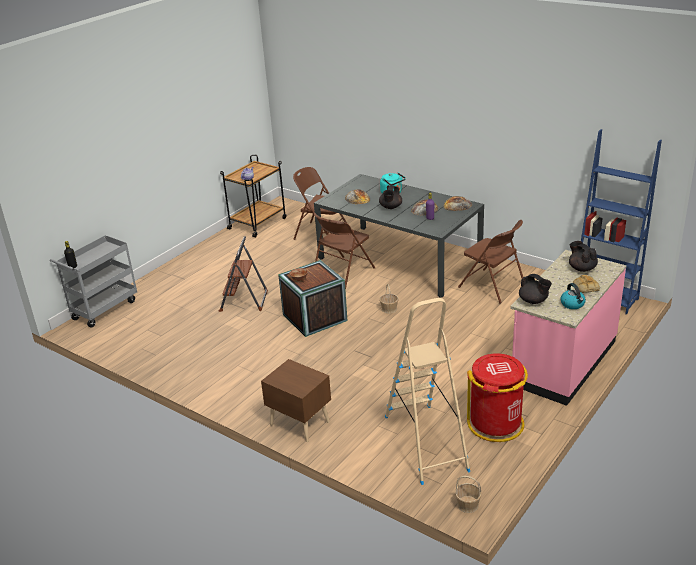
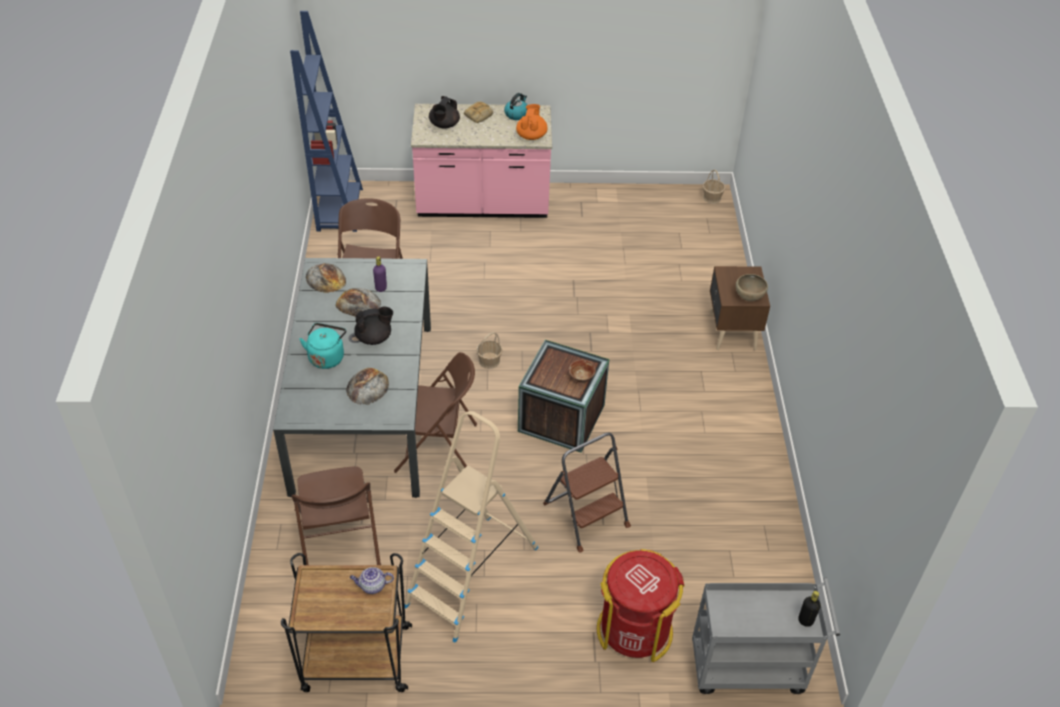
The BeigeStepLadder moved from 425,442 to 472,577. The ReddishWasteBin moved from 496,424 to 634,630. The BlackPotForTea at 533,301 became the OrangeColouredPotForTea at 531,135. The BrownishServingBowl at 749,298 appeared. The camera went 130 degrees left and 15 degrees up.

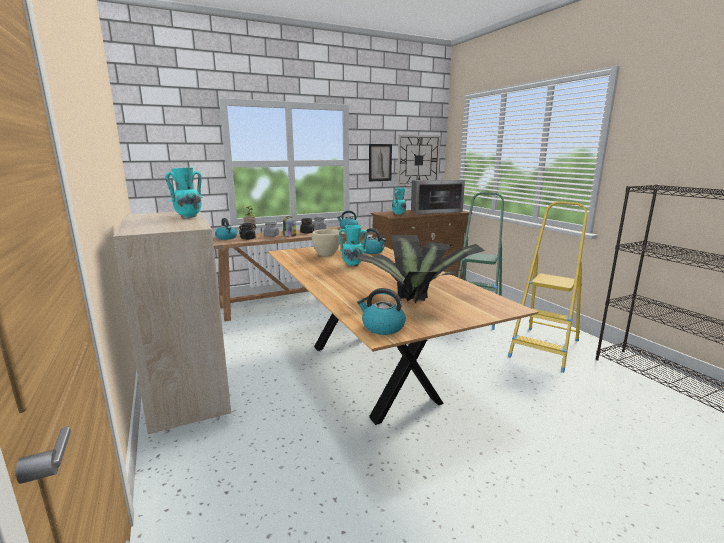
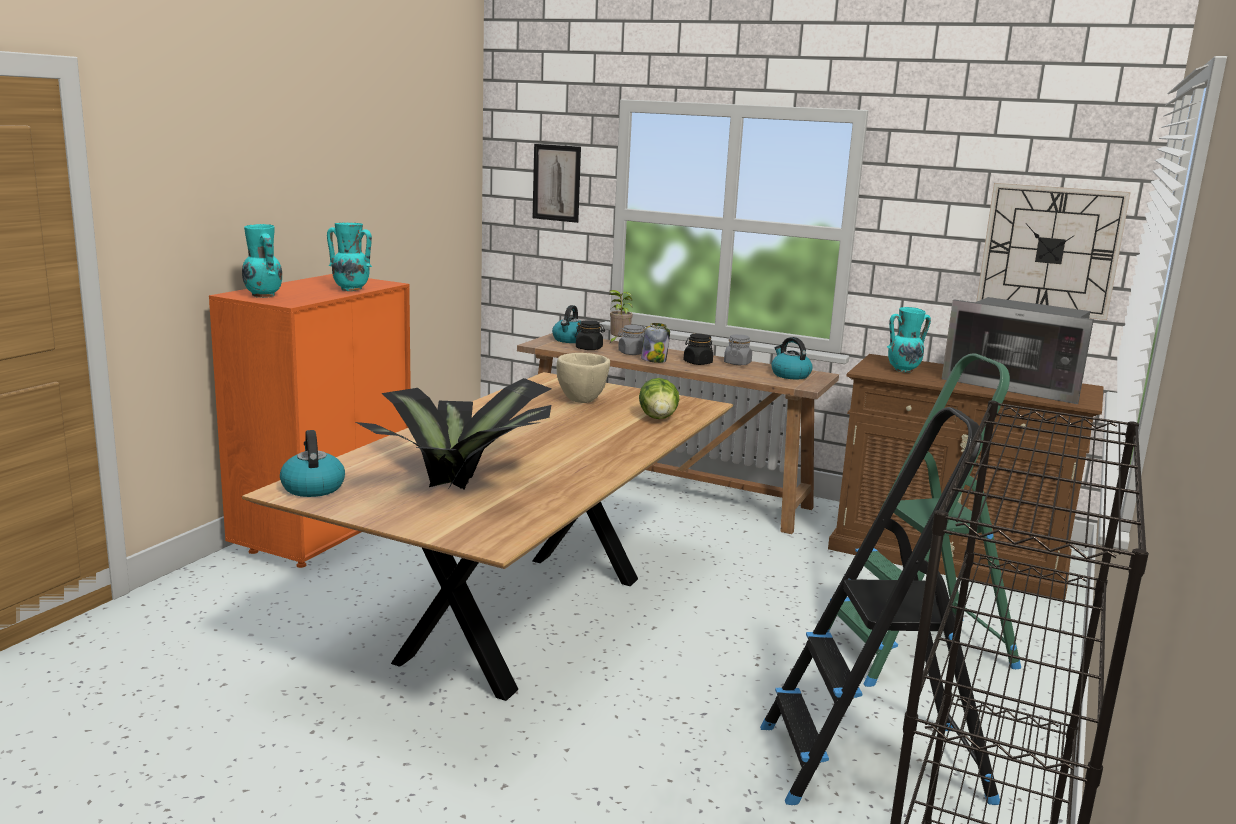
The BeigeCabinet at 187,397 became the OrangeColouredCabinet at 323,534. The TurquoiseFlowerVase moved from 353,265 to 263,296. The Kettle at 372,251 was replaced by the Lettuce at 658,418. The WallPicture moved from 380,162 to 556,183. The YellowStepLadder at 544,348 became the BlackStepLadder at 871,763. The camera went 50 degrees right and 0 degrees up.

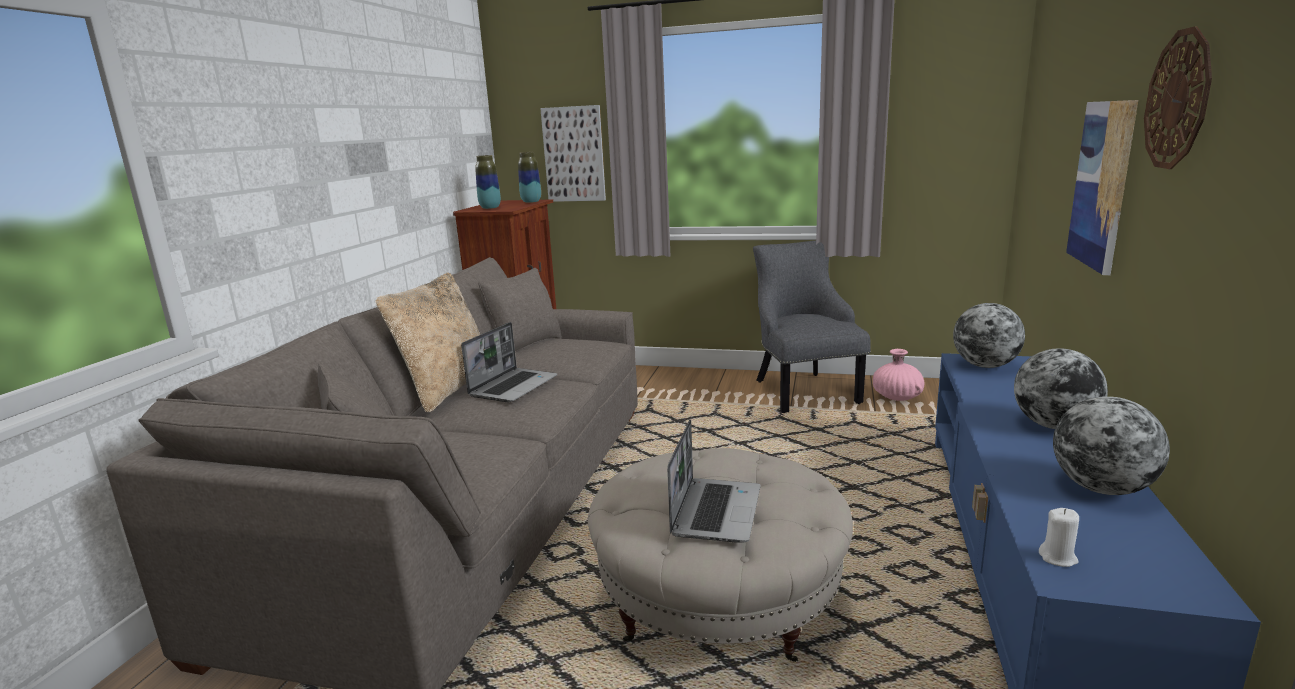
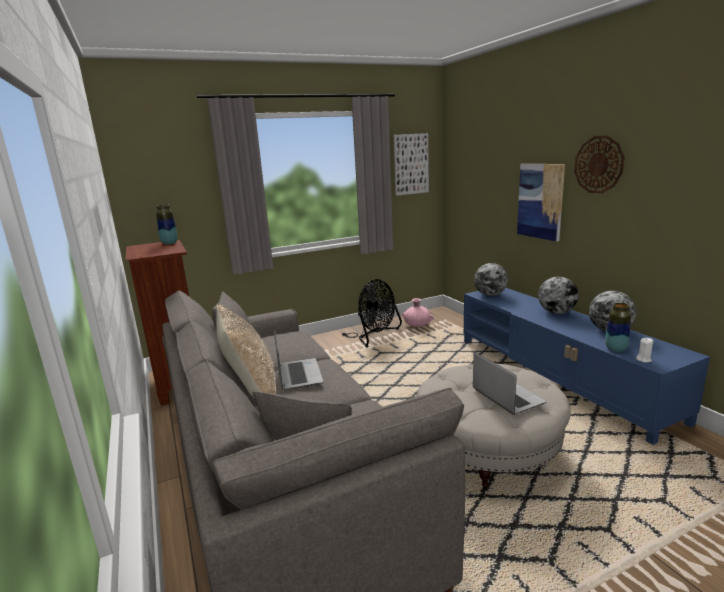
The FlowerVase moved from 490,208 to 615,349. The WallPicture moved from 574,154 to 411,164. The GrayArmchair at 805,393 was replaced by the BlackCoolingFan at 373,336. The camera went 40 degrees left and 0 degrees up.

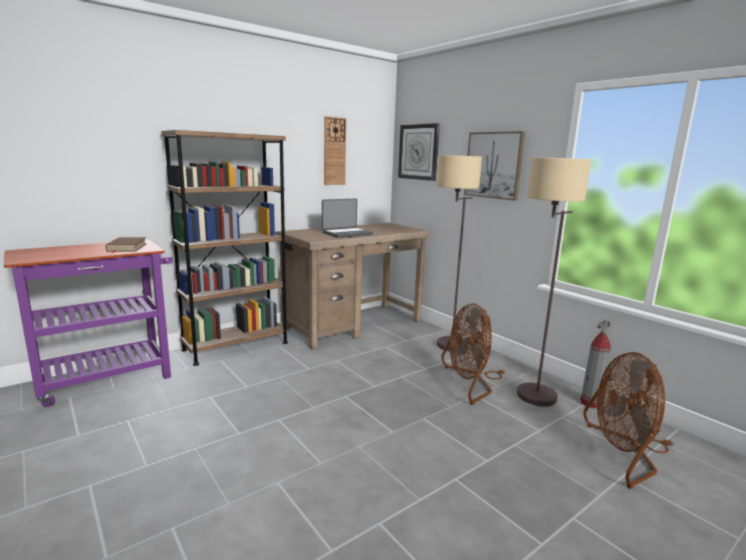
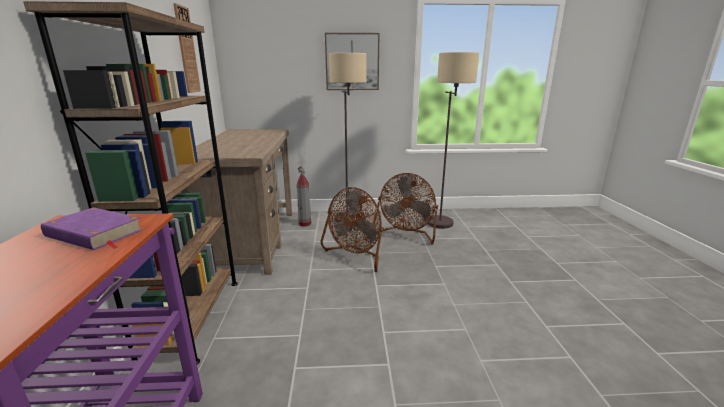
The BrownishVolume at 127,247 became the PurpleVolume at 94,234. The Laptop at 346,233 disappeared. The WallClock at 419,152 disappeared. The FireExtinguisher moved from 590,403 to 305,223. The BrownishCoolingFan moved from 626,453 to 356,254. The camera went 55 degrees left and 5 degrees up.

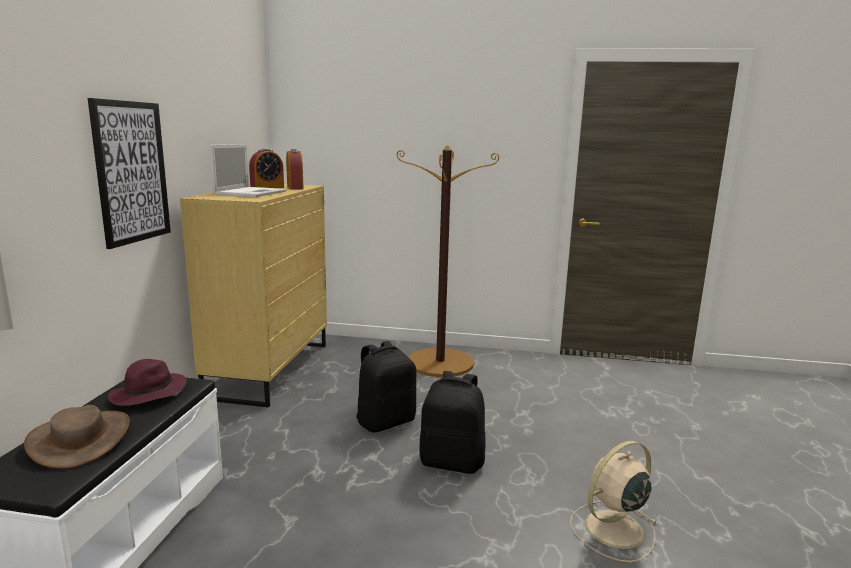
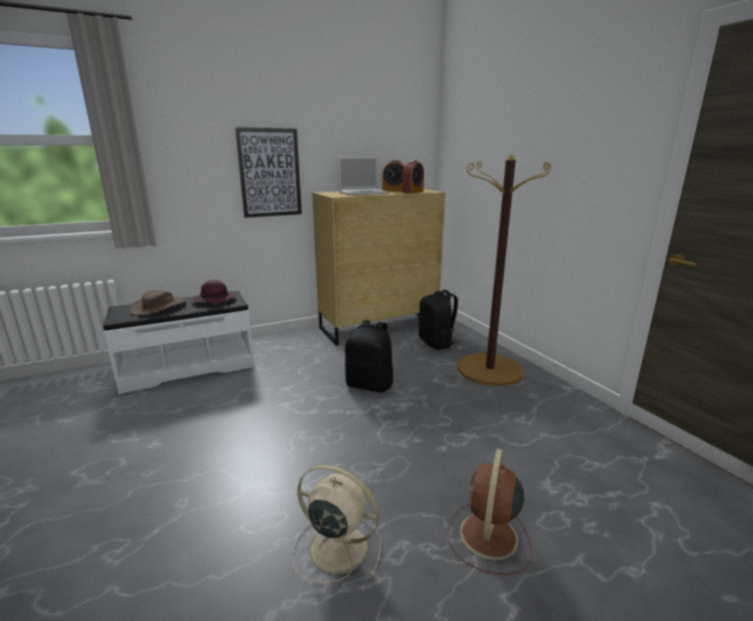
The BlackRucksack moved from 452,462 to 437,343. The BrownishCoolingFan at 488,538 appeared. The camera went 55 degrees right and 5 degrees up.

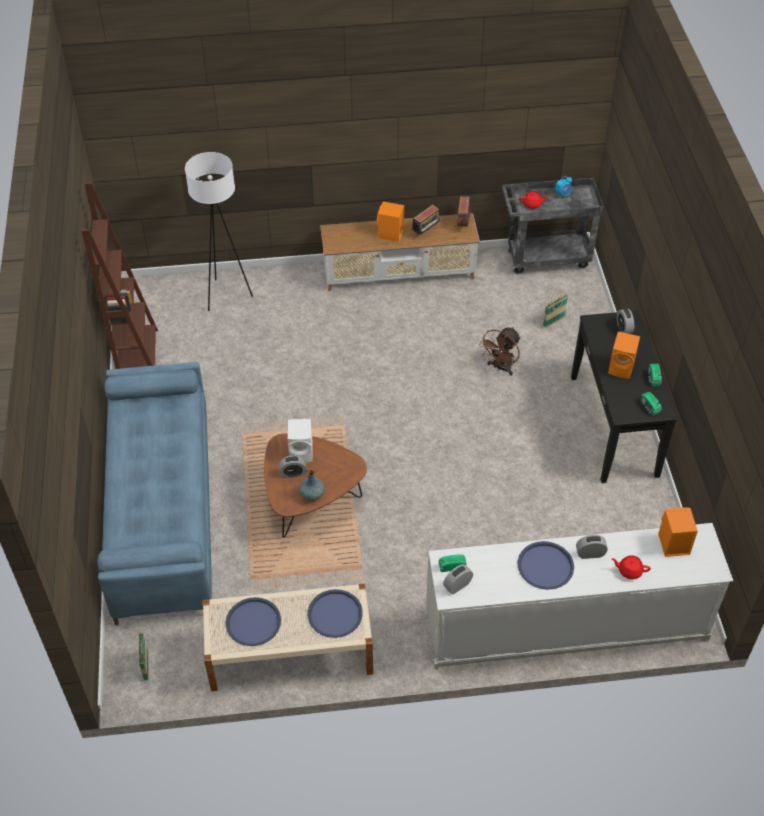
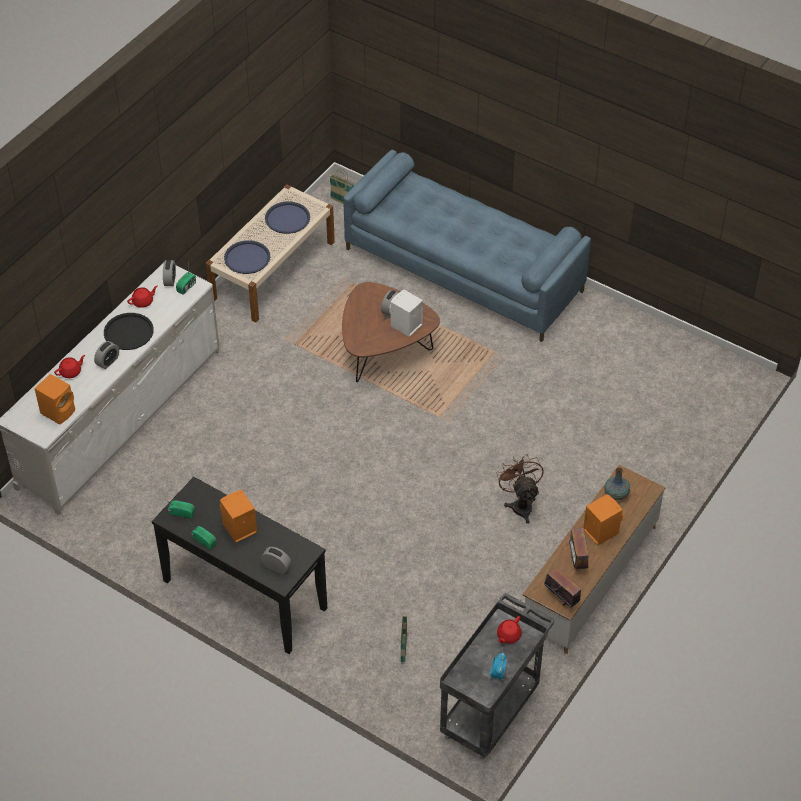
The BrownishShelvingUnit at 138,355 disappeared. The WhiteColouredStandardLamp at 226,295 disappeared. The FlowerVase moved from 312,495 to 616,494. The BrownishCoolingFan moved from 500,368 to 520,504. The BlueColouredTray at 545,566 became the BlackTray at 128,332. The ReddishPotForTea at 143,302 appeared. The camera went 130 degrees right and 0 degrees up.

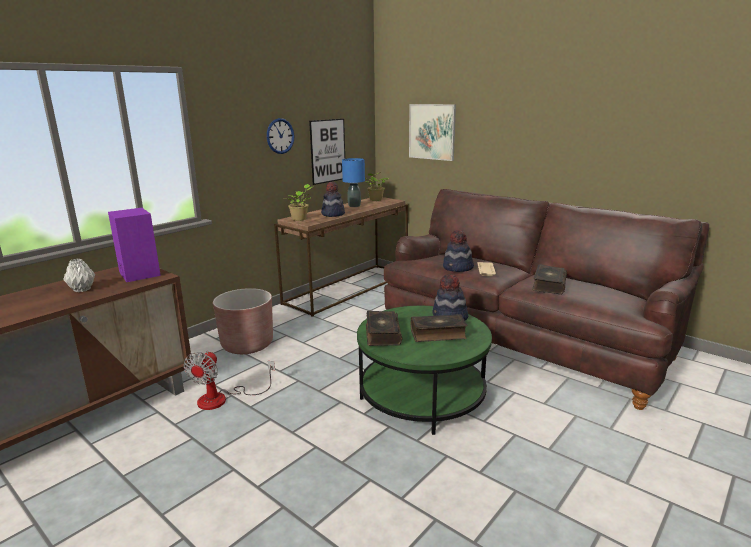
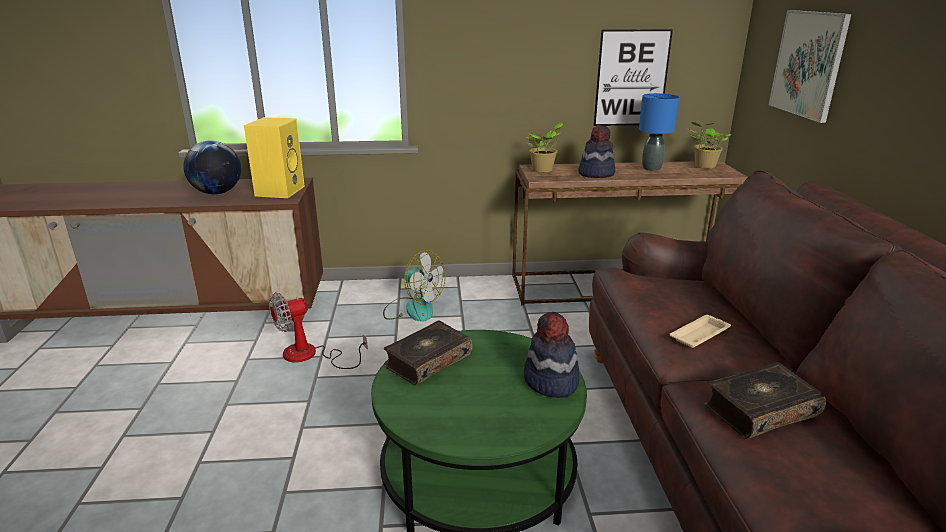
The GrayFlowerVase at 82,290 was replaced by the DeskGlobe at 217,193. The PurpleLoudspeaker at 138,274 became the YellowLoudspeaker at 279,190. The BrownishFlowerPot at 247,345 was replaced by the CoolingFan at 413,309. The WallClock at 280,136 disappeared. The Volume at 438,334 disappeared. The WearableHat at 458,268 disappeared. The camera went 45 degrees right and 5 degrees up.

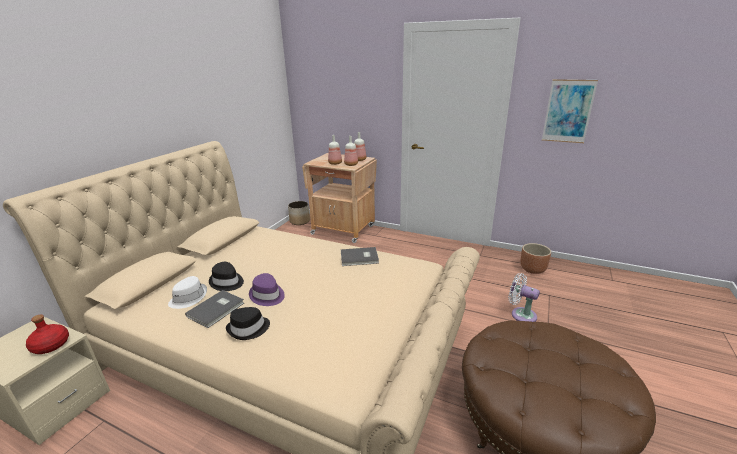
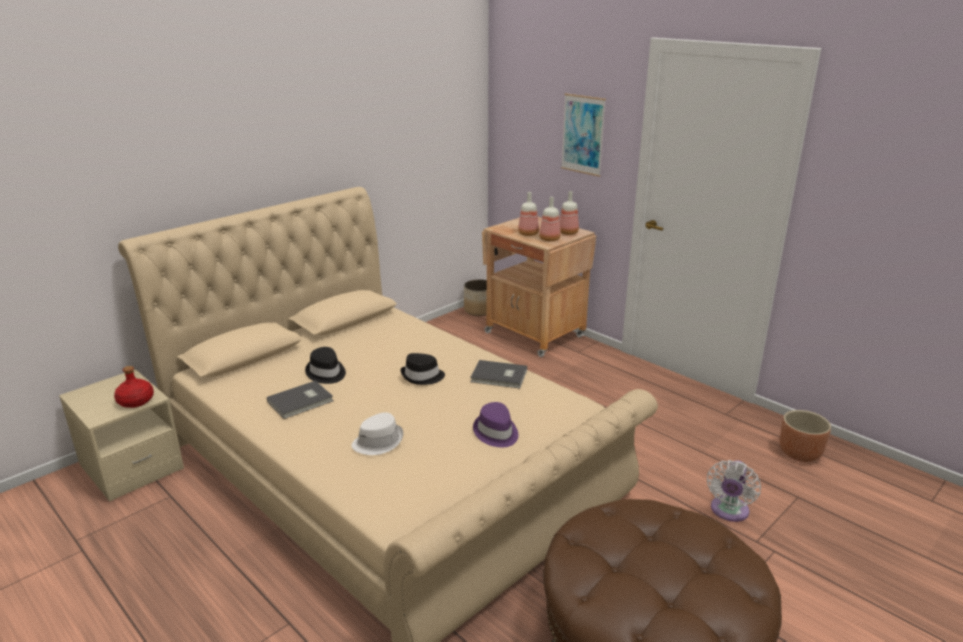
The WhiteColouredWearableHat moved from 188,298 to 378,441. The BlackWearableHat moved from 248,329 to 422,376. The PurpleWearableHat moved from 267,295 to 496,433. The WhiteColouredCoolingFan at 521,314 turned 120 degrees counterclockwise. The WallPicture moved from 568,111 to 583,134. The camera went 20 degrees right and 0 degrees up.

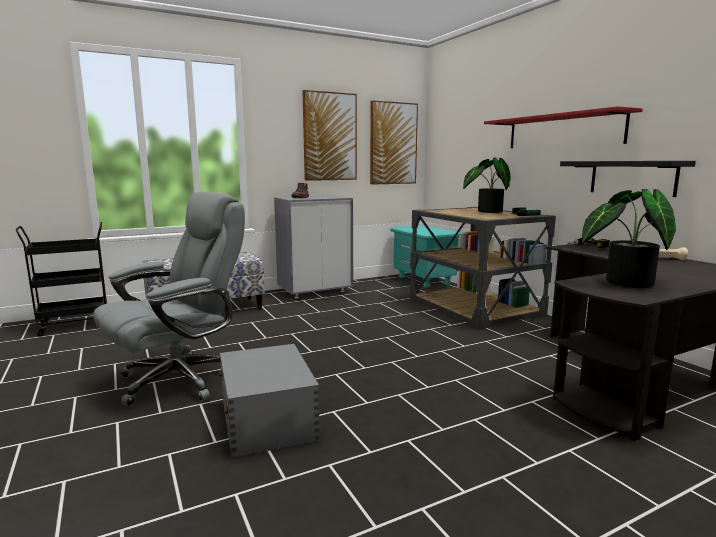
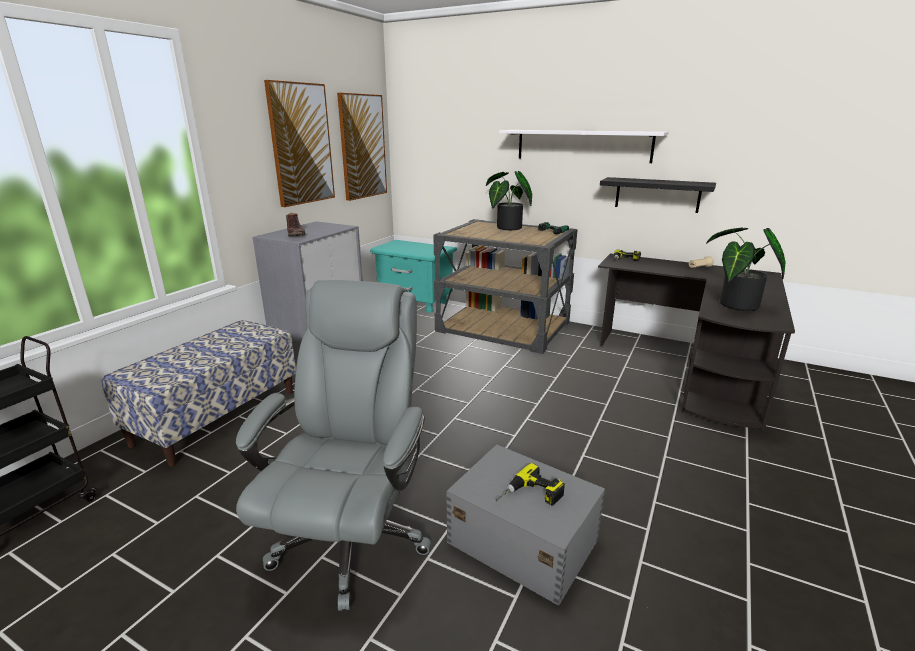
The ReddishShelf at 563,131 became the WhiteColouredShelf at 583,145. The PowerDrill at 530,496 appeared. The camera went 35 degrees left and 10 degrees up.

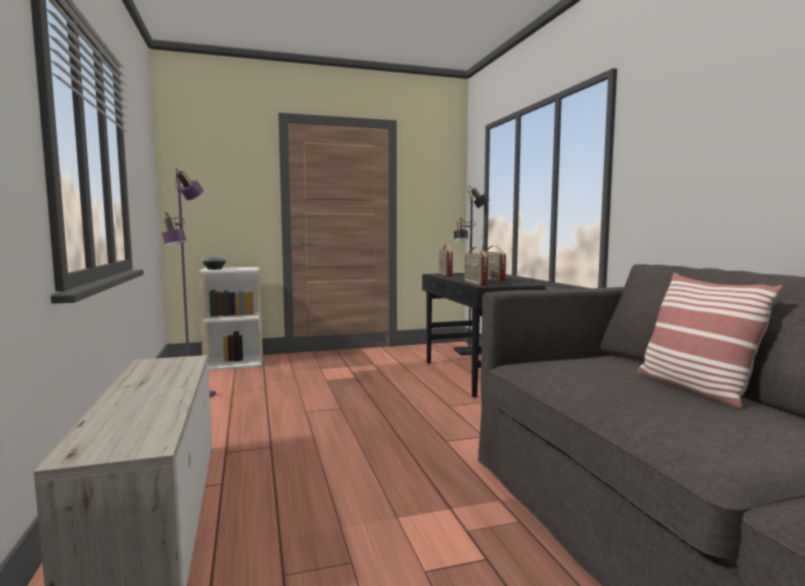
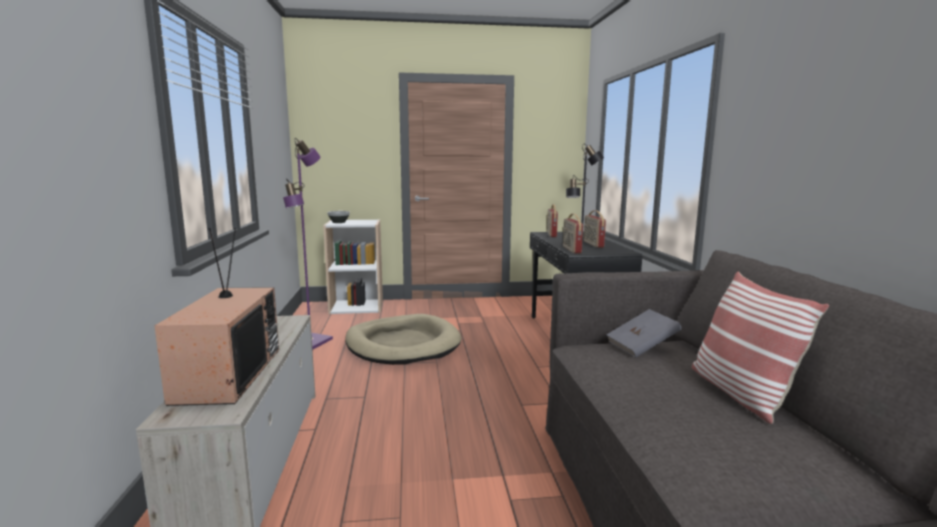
The TvSet at 227,374 appeared. The BeigeDogCushion at 402,344 appeared. The GrayVolume at 641,347 appeared. The camera went 10 degrees right and 5 degrees up.

